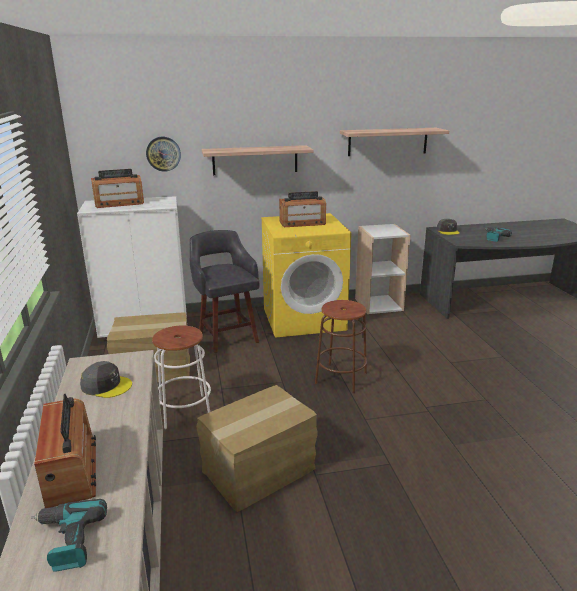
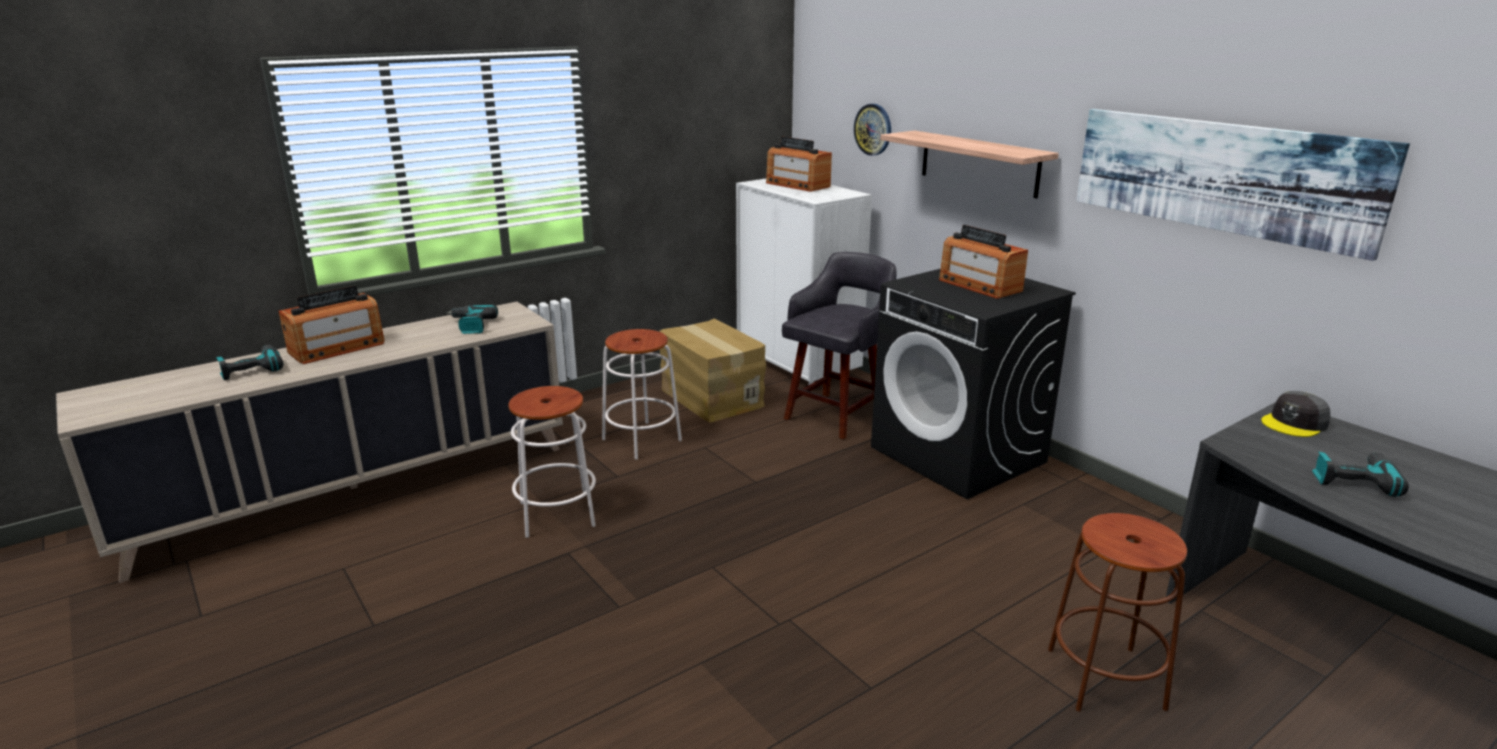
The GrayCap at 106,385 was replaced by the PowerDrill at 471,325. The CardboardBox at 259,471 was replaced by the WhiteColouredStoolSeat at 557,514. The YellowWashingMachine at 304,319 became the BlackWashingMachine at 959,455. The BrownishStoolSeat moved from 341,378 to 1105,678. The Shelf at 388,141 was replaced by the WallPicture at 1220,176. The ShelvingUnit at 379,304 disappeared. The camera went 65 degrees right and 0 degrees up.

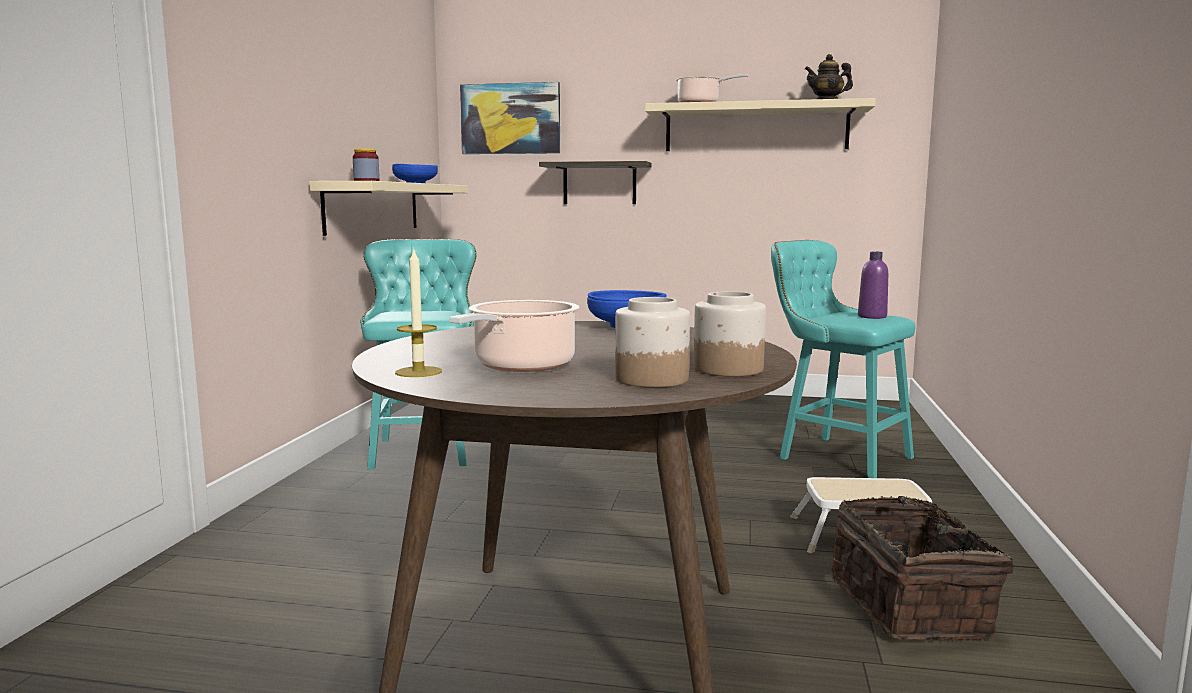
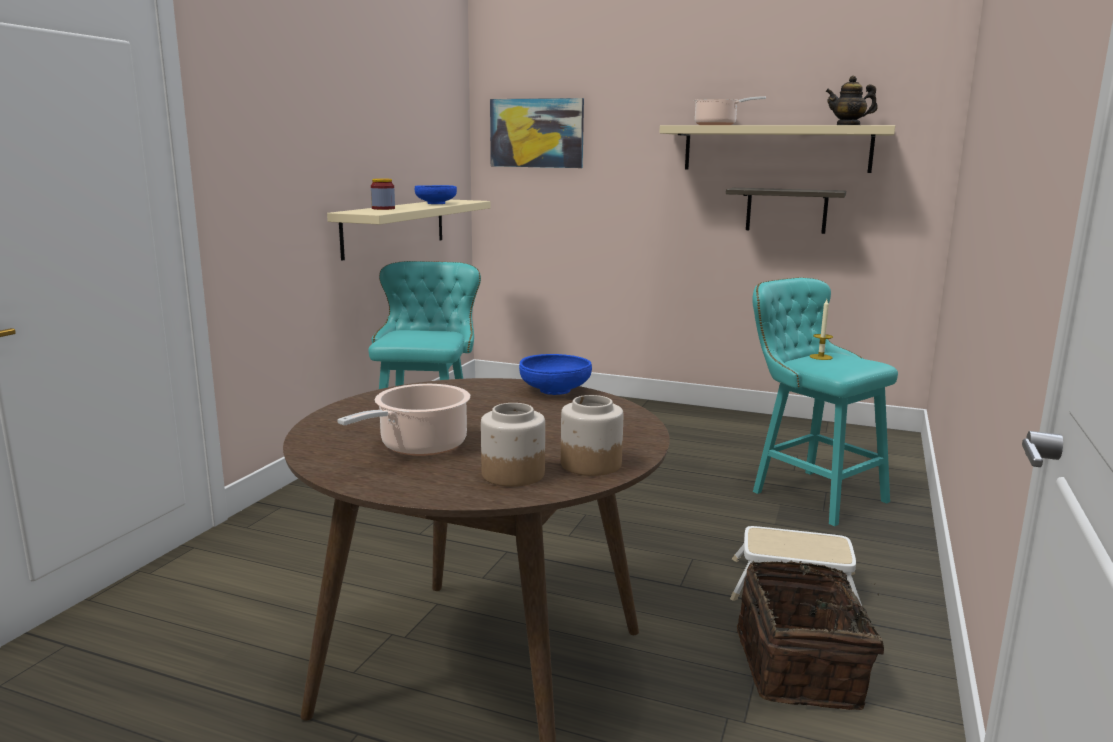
The WaxCandle moved from 418,372 to 820,357. The Shelf moved from 599,183 to 786,210. The PurpleBeverageBottle at 872,316 disappeared. The camera went 10 degrees right and 5 degrees up.

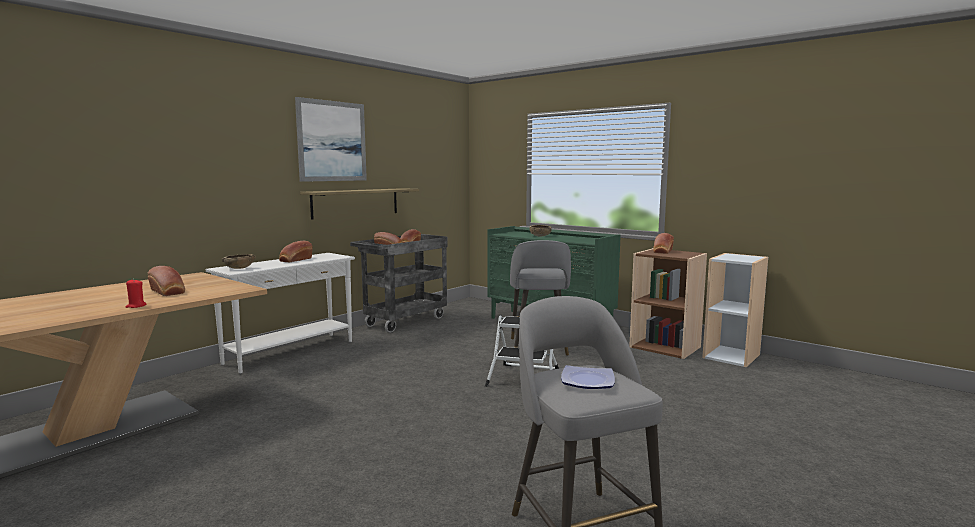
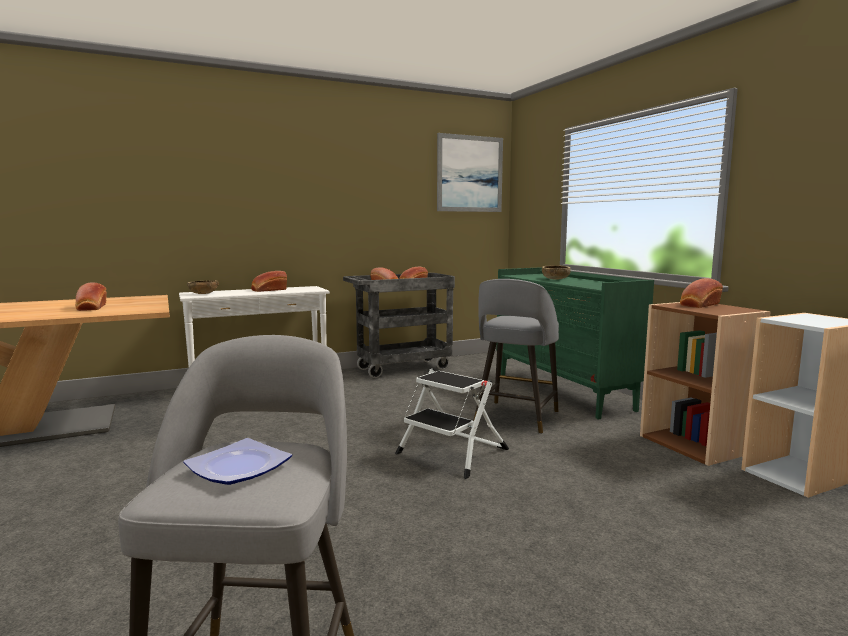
The ReddishWaxCandle at 136,306 disappeared. The WallPicture moved from 332,141 to 470,174. The Shelf at 356,203 disappeared. The camera went 25 degrees right and 0 degrees up.

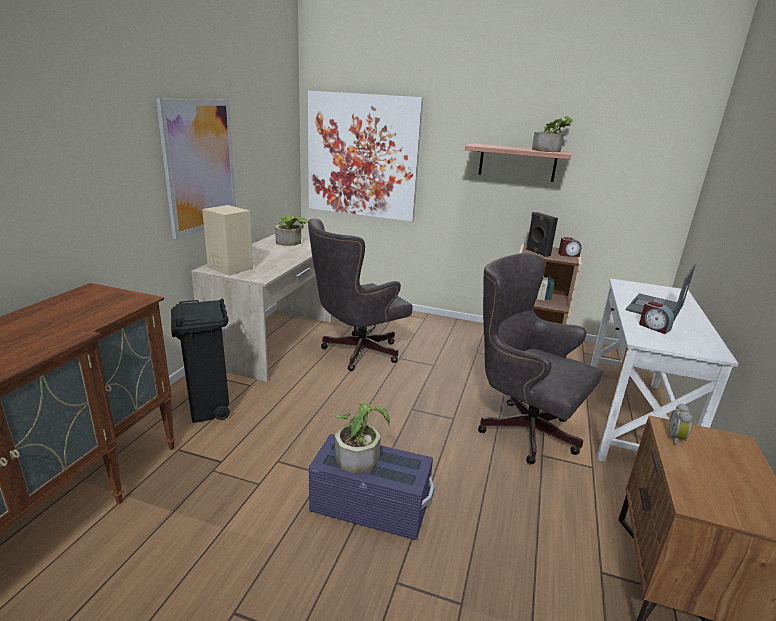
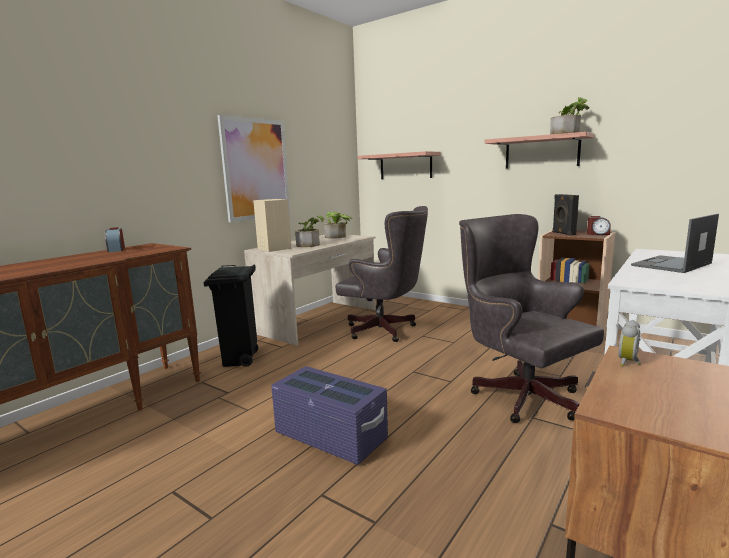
The WallPicture at 362,156 was replaced by the Shelf at 405,166. The GrayDeskChair at 357,353 turned 135 degrees counterclockwise. The PlantInAPot moved from 359,454 to 310,244. The TableClock moved from 654,327 to 116,250. The camera went 20 degrees right and 10 degrees down.

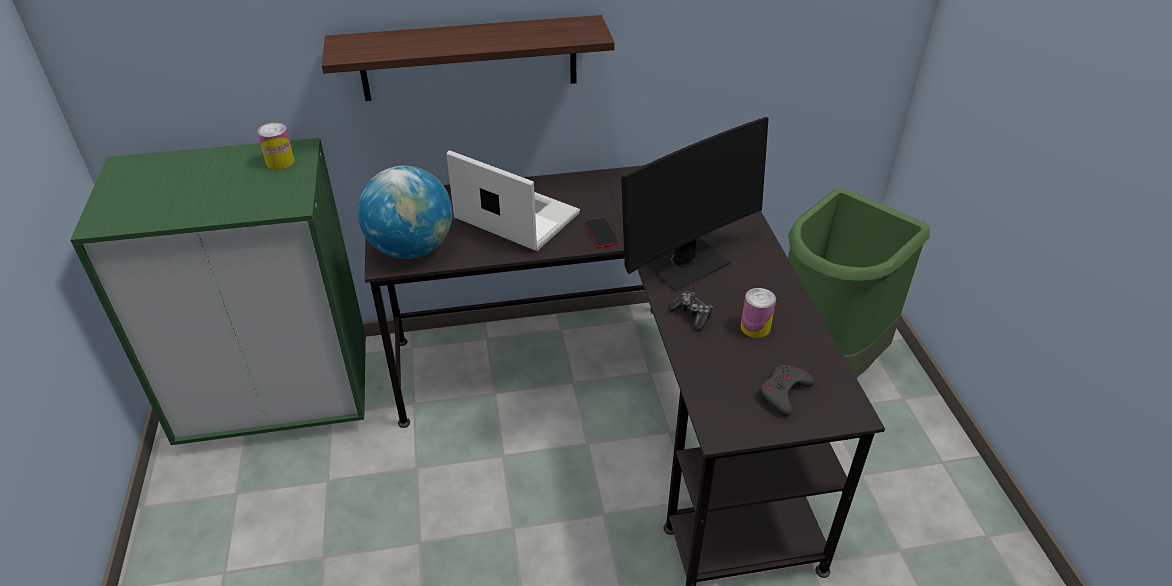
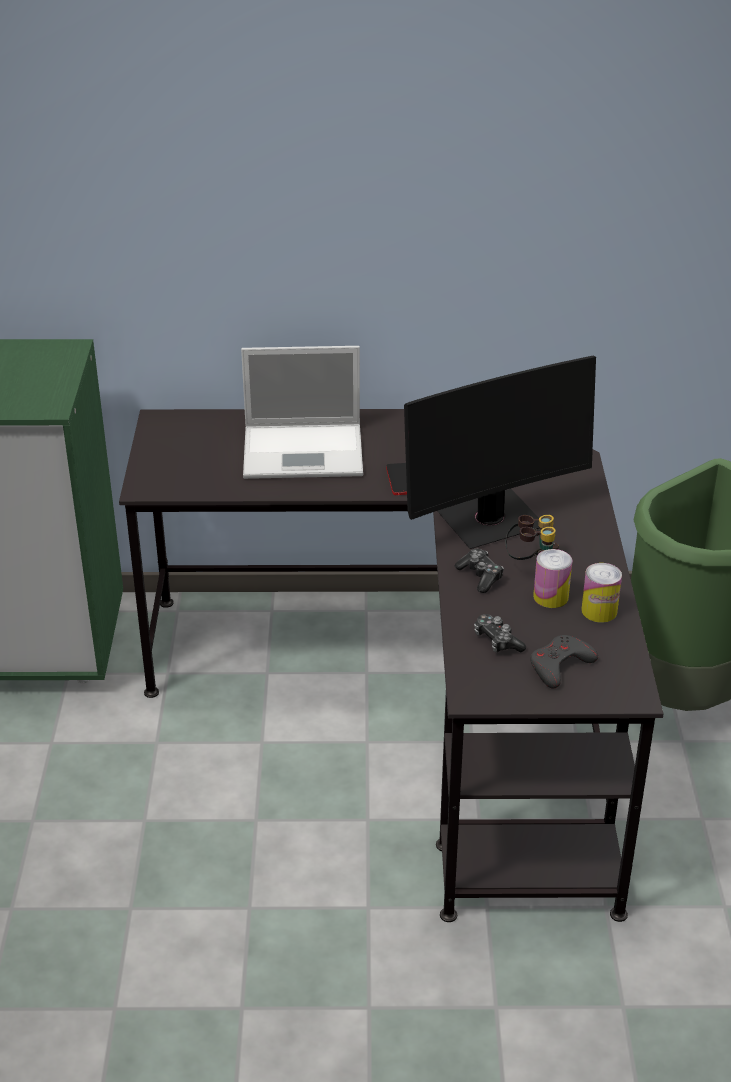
The MetalCan moved from 280,162 to 599,611. The Shelf at 469,58 disappeared. The DeskGlobe at 411,248 disappeared. The Laptop at 515,216 turned 135 degrees clockwise. The GameController at 497,641 appeared. The Binoculars at 530,562 appeared. The camera went 10 degrees right and 5 degrees down.

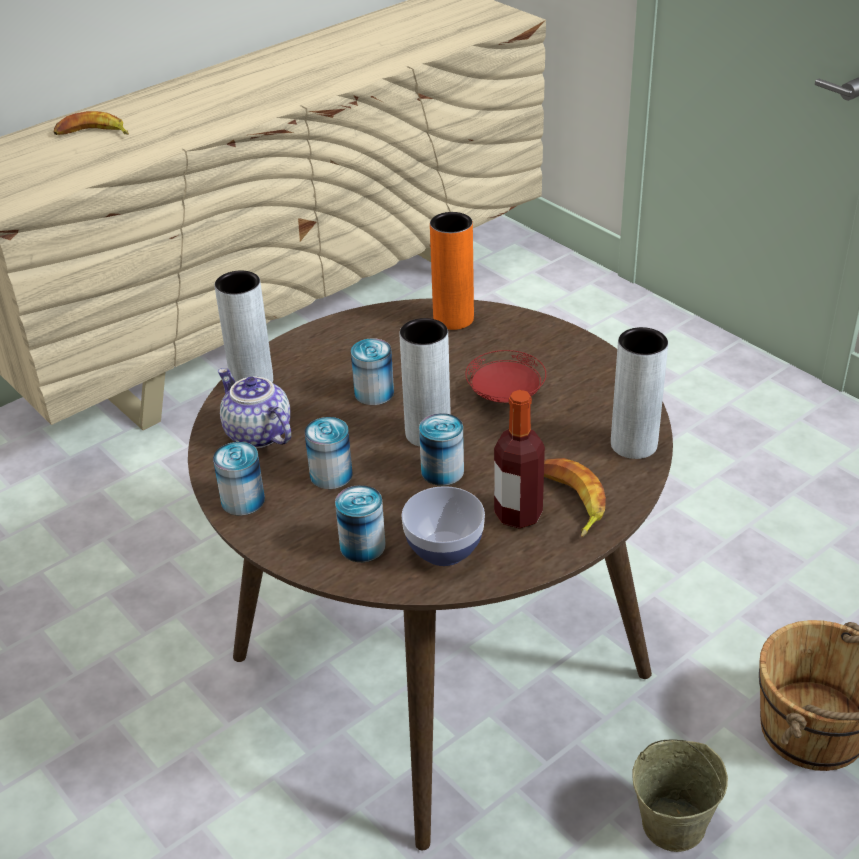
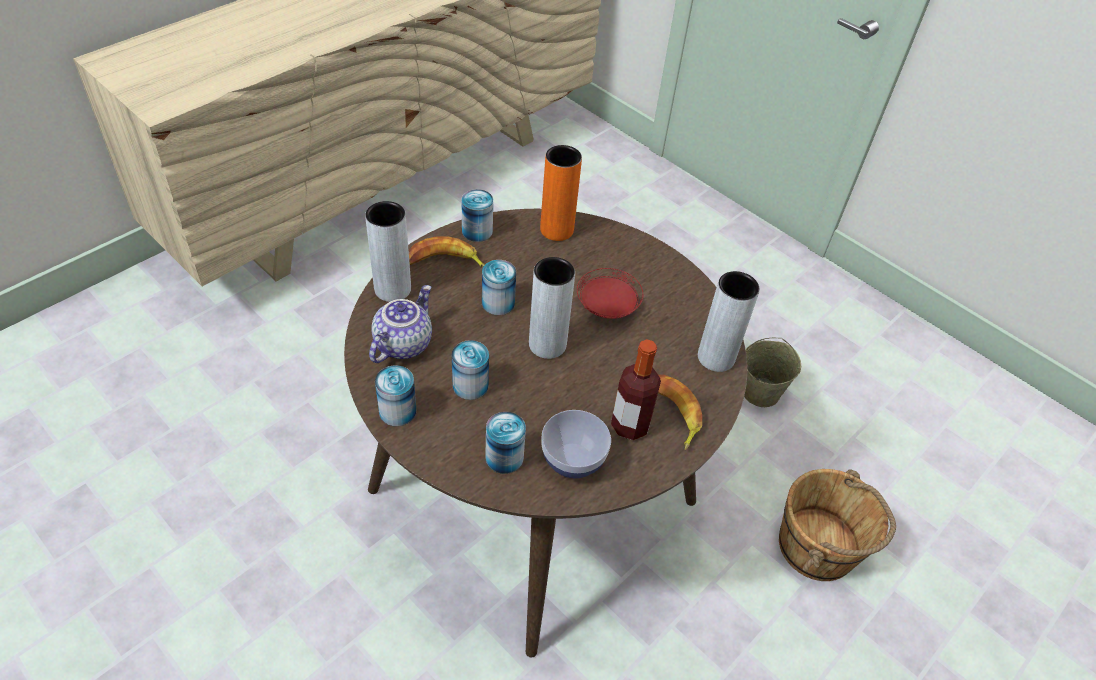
The WholeBanana moved from 92,134 to 444,262. The PotForTea at 256,434 turned 75 degrees clockwise. The MetalCan moved from 442,471 to 477,231. The BeigePail moved from 674,823 to 761,391. The camera went 10 degrees left and 10 degrees up.

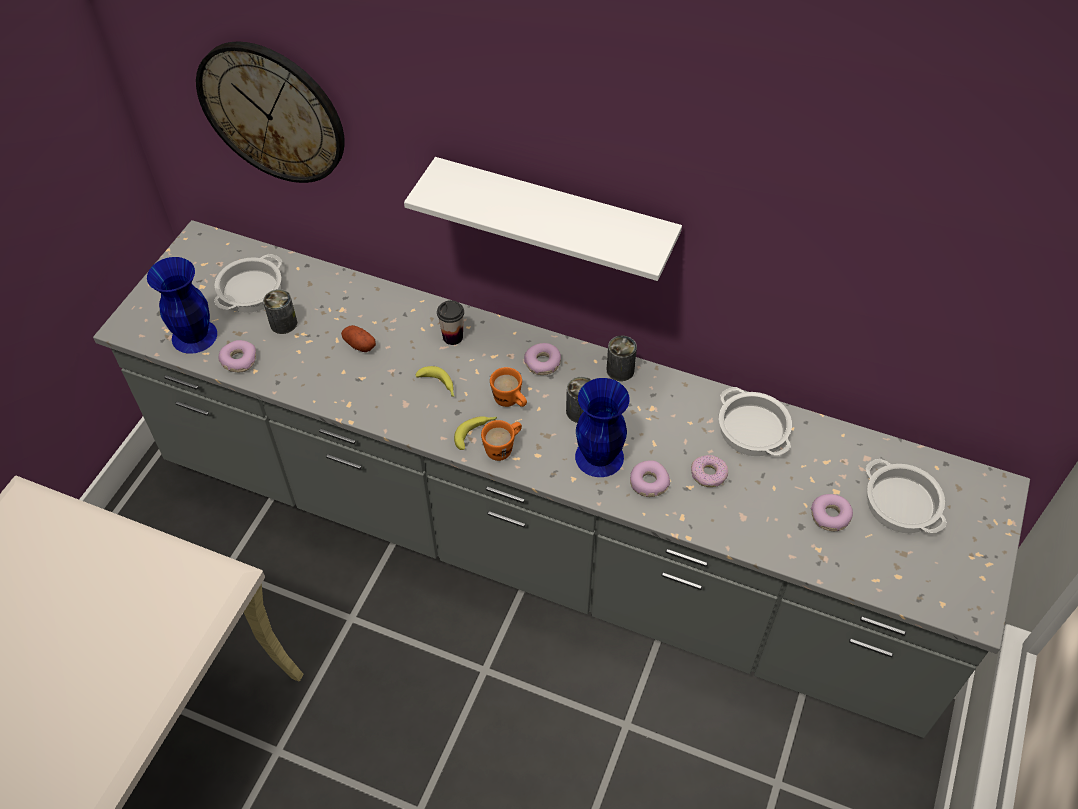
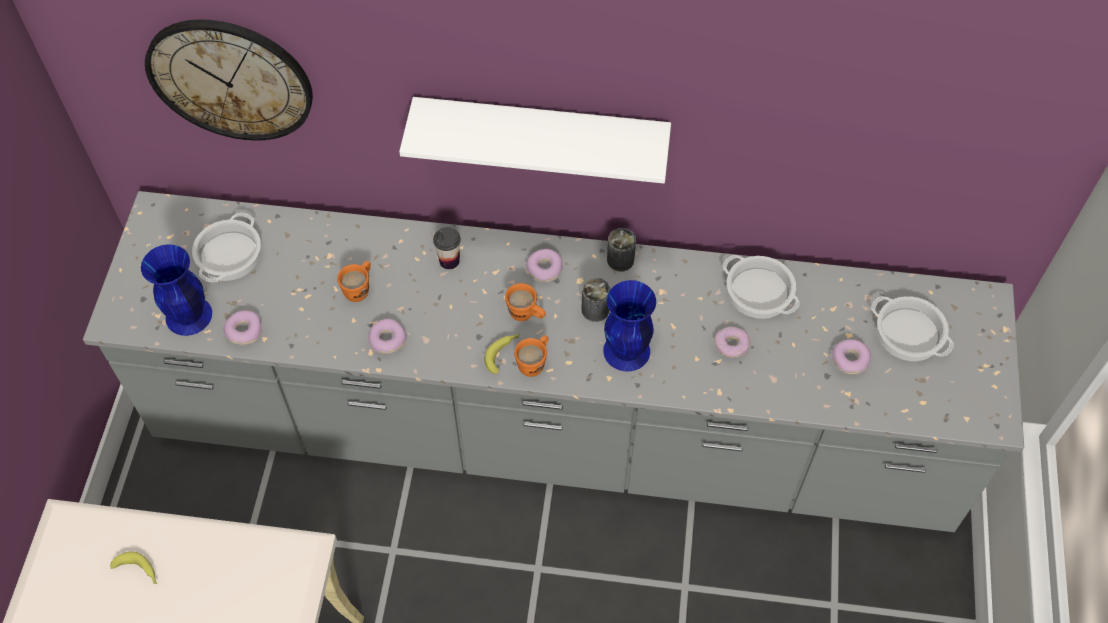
The MetalCan at 283,323 disappeared. The Spud at 359,344 was replaced by the OrangeColouredTeaMug at 360,288. The WholeBanana moved from 438,385 to 138,572. The Donut moved from 648,483 to 387,340. The camera went 15 degrees left and 5 degrees up.

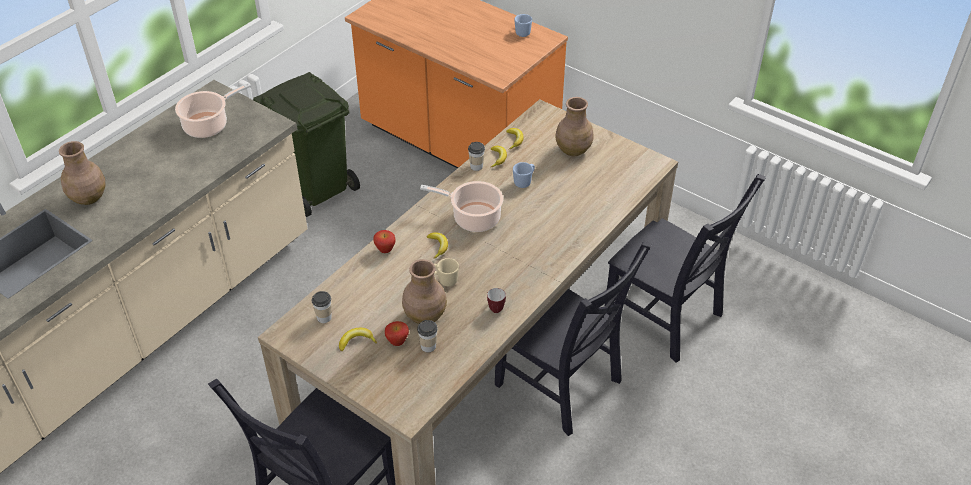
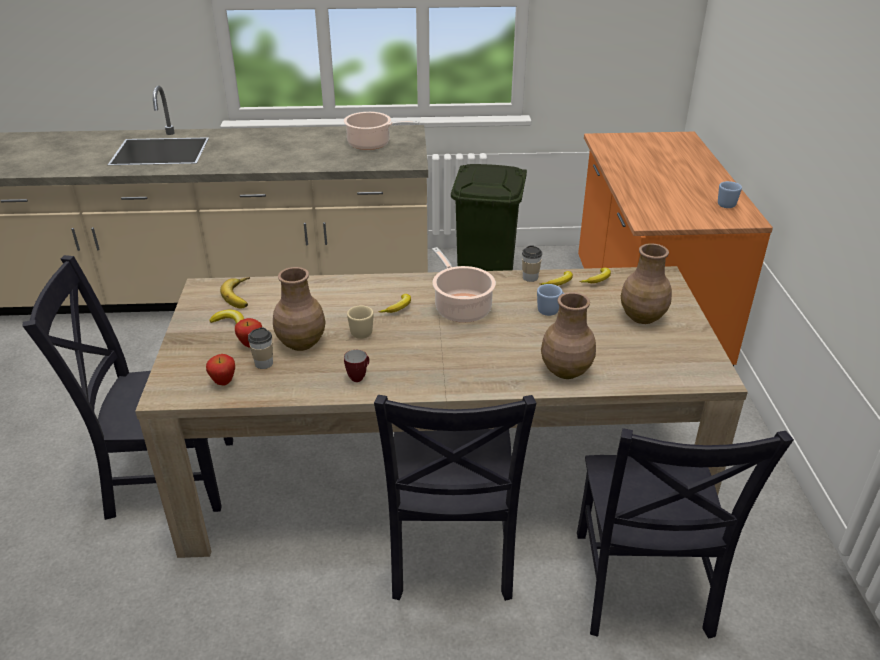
The BrownishFlowerVase moved from 88,198 to 565,371. The SmallCup at 324,317 was replaced by the WholeBanana at 242,295. The AppleFruit moved from 385,250 to 223,382. The camera went 50 degrees right and 10 degrees down.

